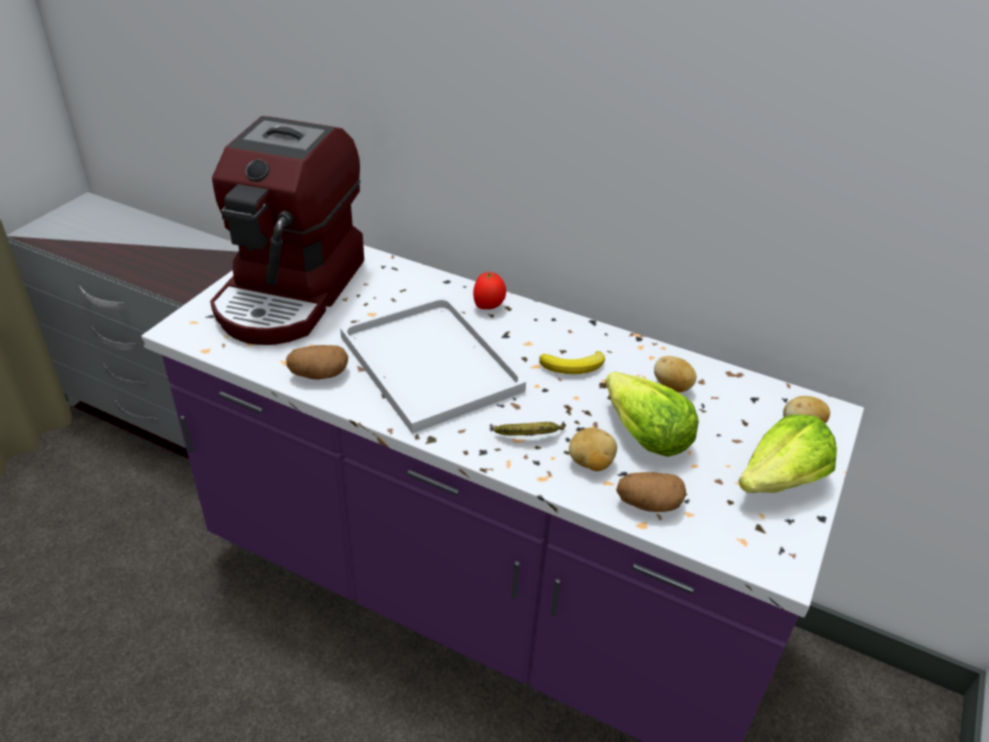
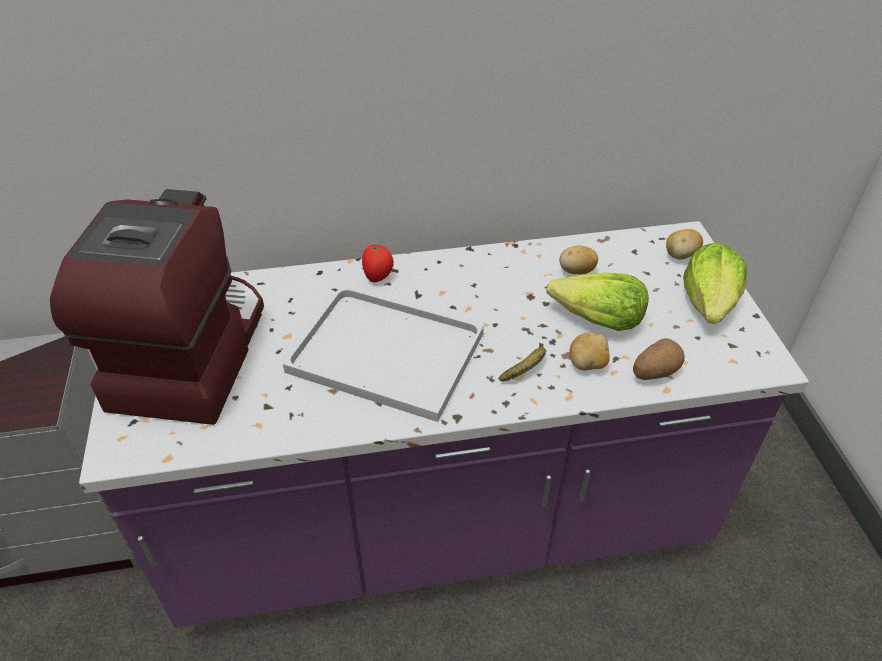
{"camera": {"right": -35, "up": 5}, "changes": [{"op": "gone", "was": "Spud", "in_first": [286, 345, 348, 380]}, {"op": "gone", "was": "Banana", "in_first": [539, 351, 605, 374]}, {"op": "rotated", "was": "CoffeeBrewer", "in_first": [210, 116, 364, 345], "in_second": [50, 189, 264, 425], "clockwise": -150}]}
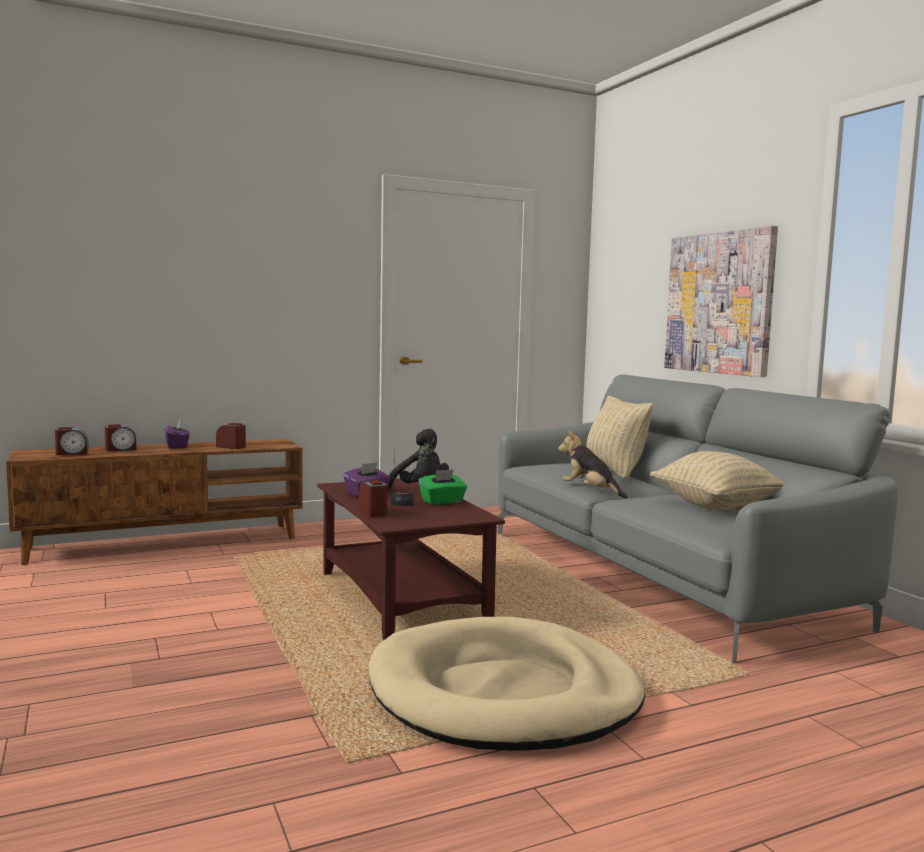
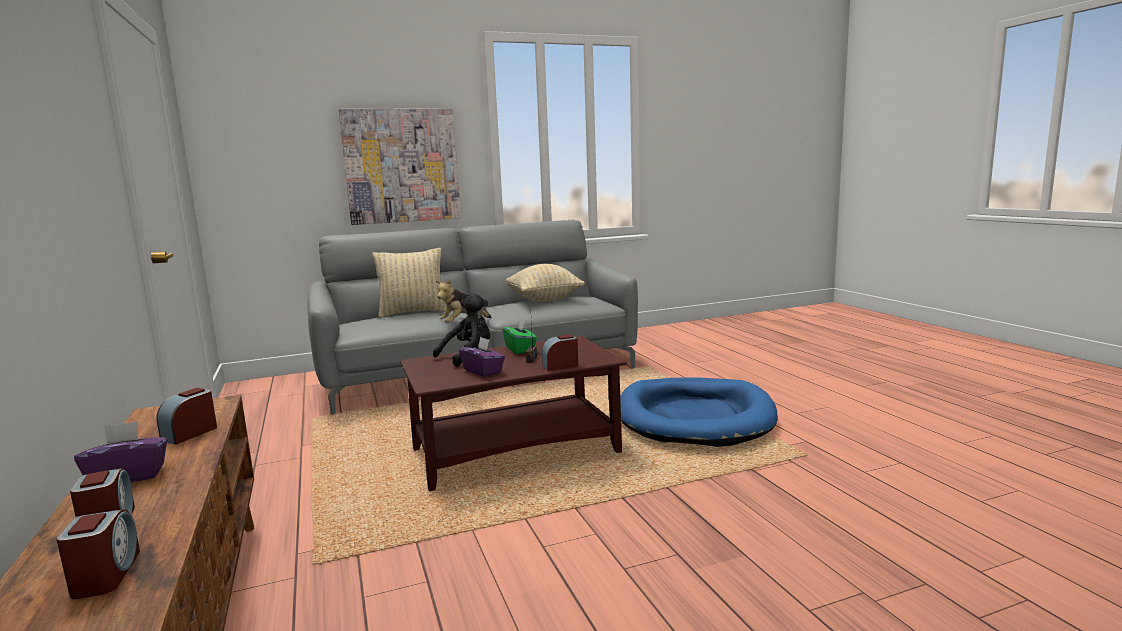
{"camera": {"right": -85, "up": 5}, "changes": [{"op": "repainted", "was": "BeigeColouredPetBed", "now": "BlueColouredPetBed", "in_first": [368, 616, 645, 751], "in_second": [620, 377, 778, 447]}]}
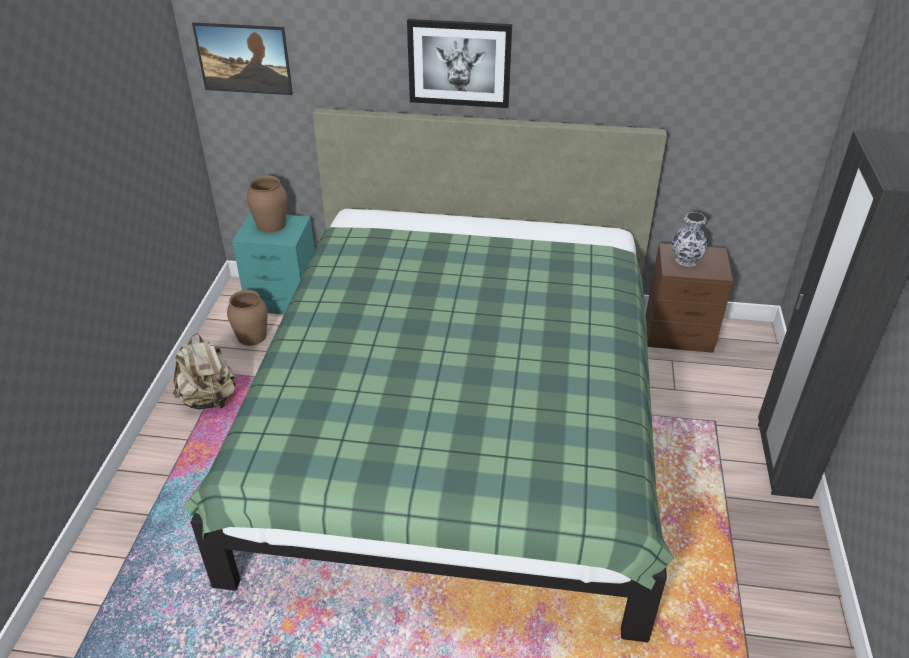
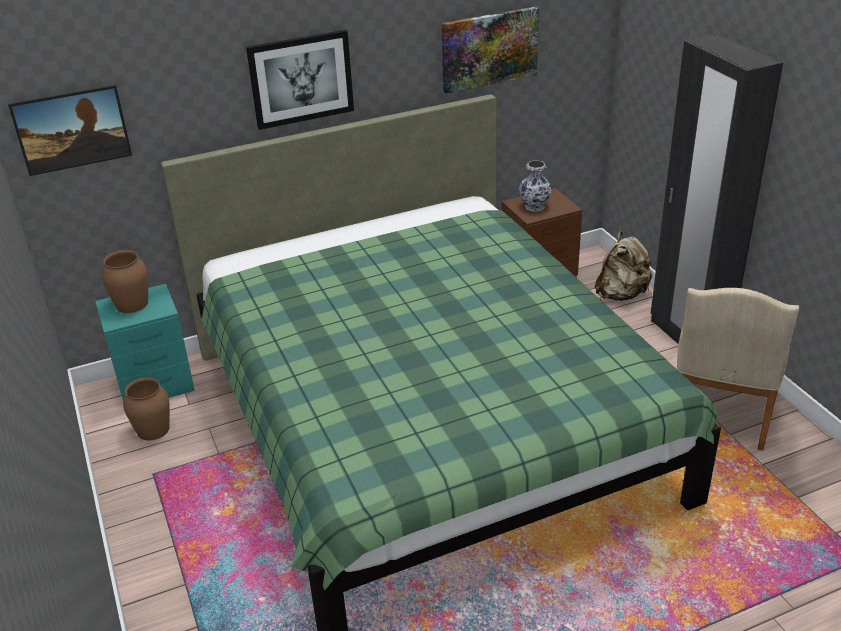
{"camera": {"right": -30, "up": -5}, "changes": [{"op": "new", "now": "WallArt", "in_second": [442, 7, 539, 94]}, {"op": "new", "now": "BeigeColouredEasyChair", "in_second": [677, 288, 799, 450]}, {"op": "shifted", "was": "BeigeColouredRucksack", "in_first": [173, 333, 236, 409], "in_second": [595, 231, 653, 301]}]}
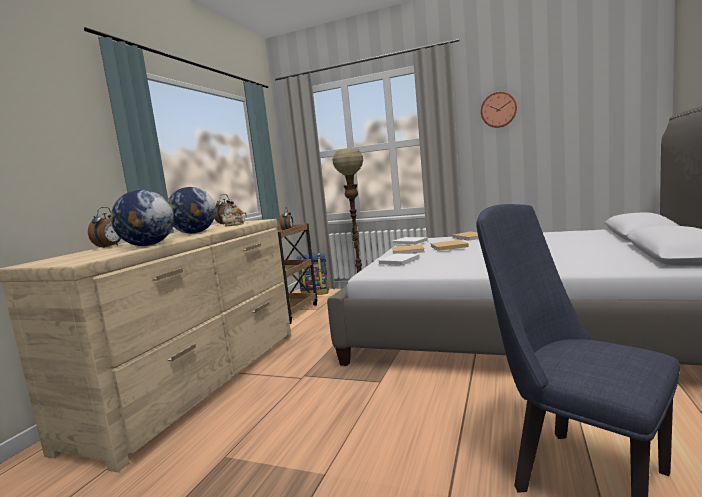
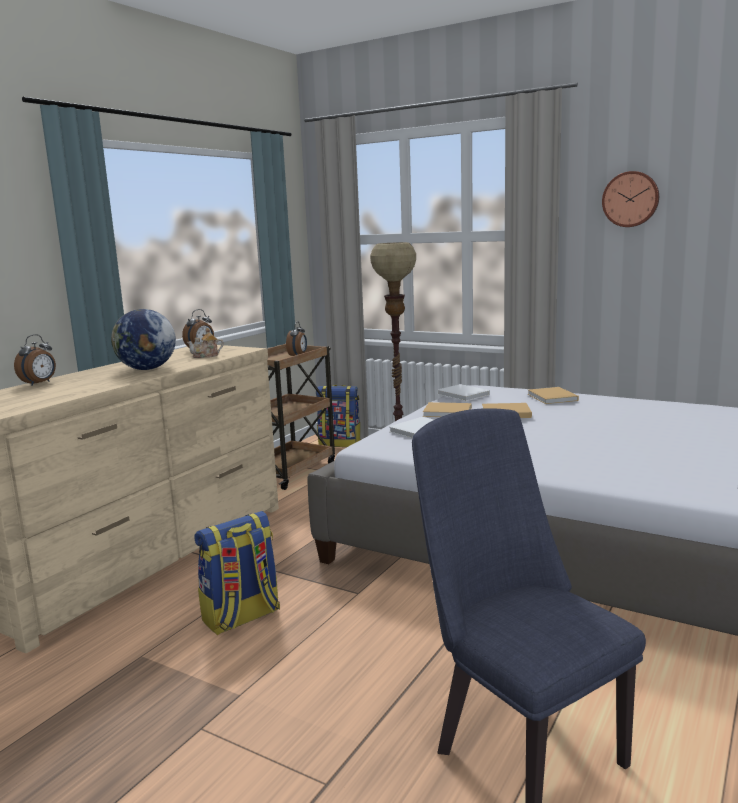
{"camera": {"right": 10, "up": 5}, "changes": [{"op": "gone", "was": "DeskGlobe", "in_first": [110, 190, 174, 246]}, {"op": "new", "now": "Rucksack", "in_second": [194, 511, 280, 635]}]}
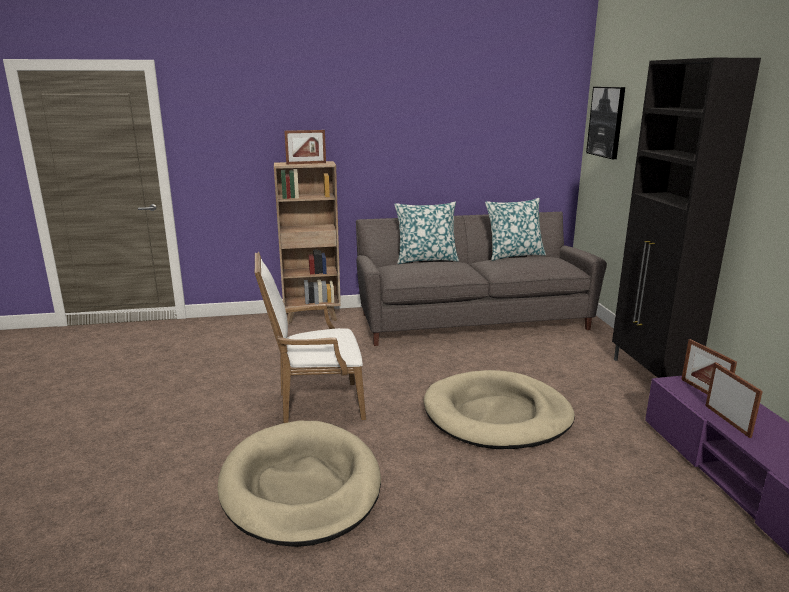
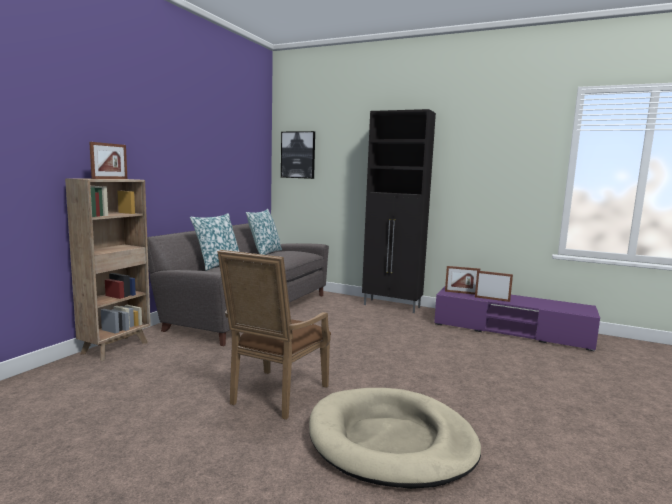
{"camera": {"right": -55, "up": -10}, "changes": [{"op": "gone", "was": "BeigeColouredPetBed", "in_first": [423, 370, 575, 449]}, {"op": "repainted", "was": "WhitishEasyChair", "now": "BrownColouredEasyChair", "in_first": [255, 252, 366, 423], "in_second": [217, 250, 331, 420]}]}
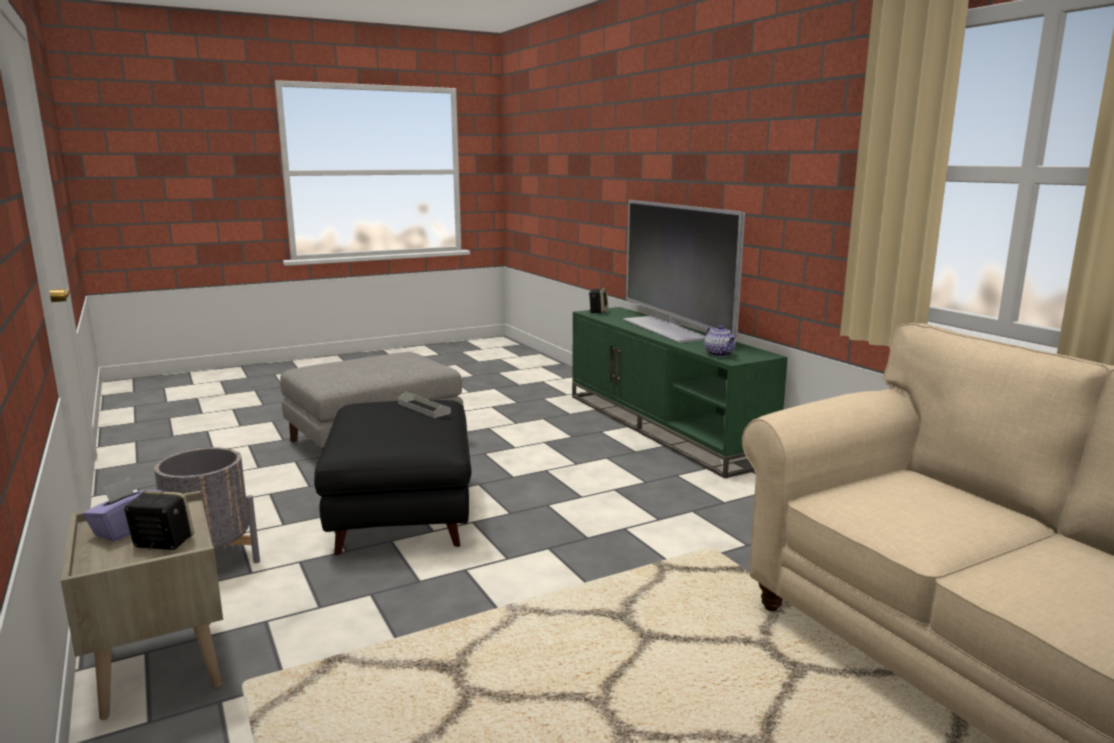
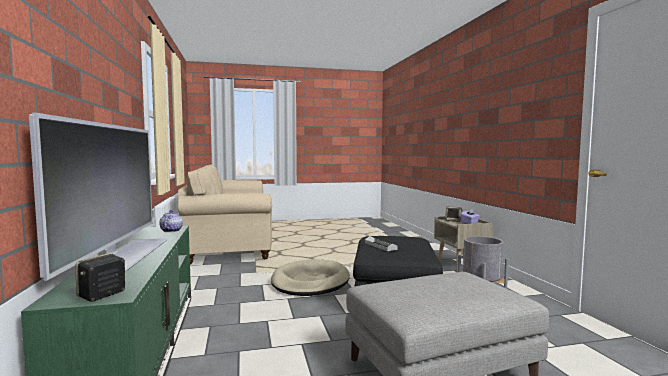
{"camera": {"right": -165, "up": -10}, "changes": [{"op": "new", "now": "BeigeColouredPetBed", "in_second": [271, 259, 350, 296]}]}
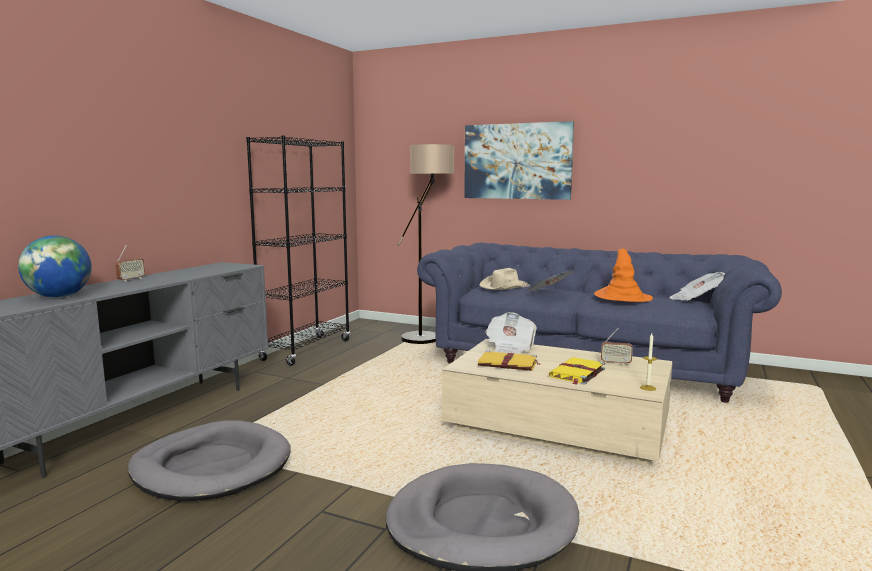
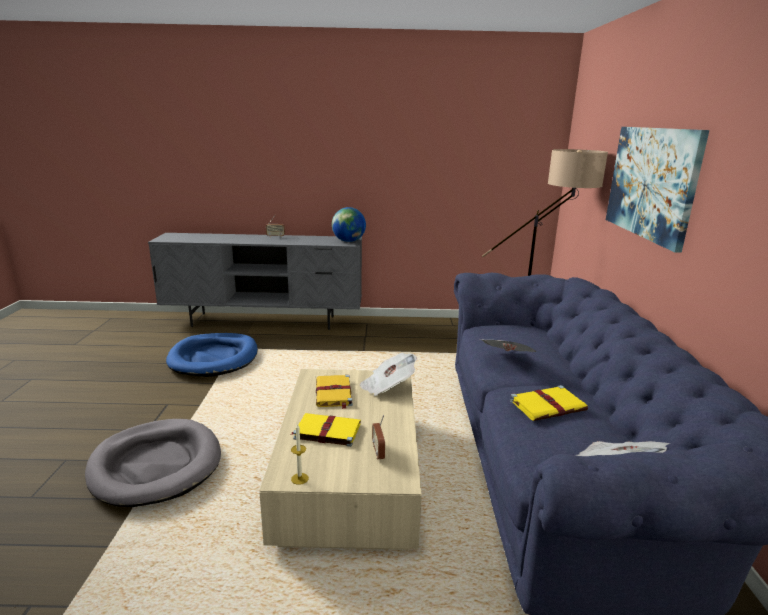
{"camera": {"right": 65, "up": 10}, "changes": [{"op": "gone", "was": "BlackishBookshelf", "in_first": [246, 136, 350, 366]}, {"op": "gone", "was": "BeigeColouredWearableHat", "in_first": [480, 268, 530, 290]}, {"op": "shifted", "was": "DeskGlobe", "in_first": [18, 236, 92, 298], "in_second": [332, 207, 366, 242]}, {"op": "swapped", "was": "OrangeColouredWearableHat", "now": "YellowishVolume", "in_first": [594, 248, 653, 302], "in_second": [510, 385, 588, 421]}, {"op": "repainted", "was": "GreyPetBed", "now": "BlueColouredPetBed", "in_first": [128, 421, 291, 501], "in_second": [166, 333, 258, 377]}]}
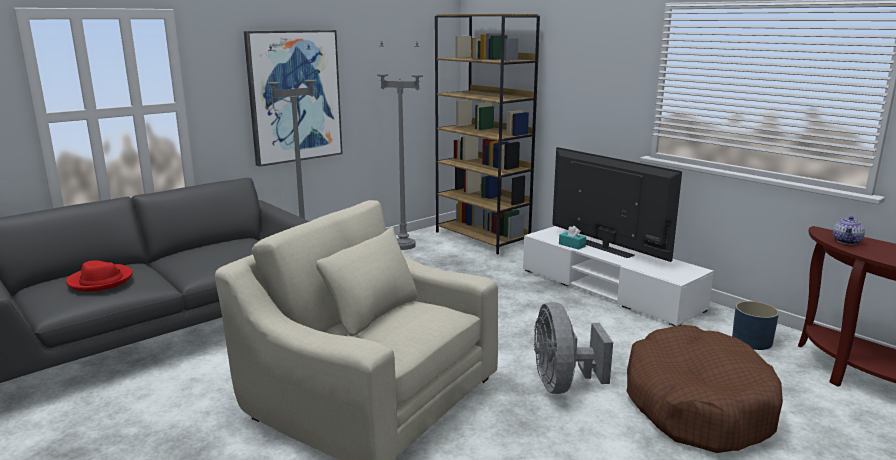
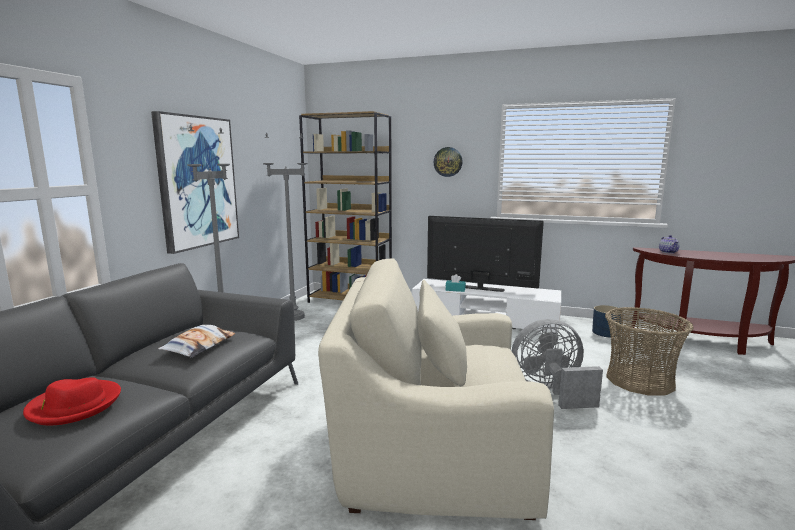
{"camera": {"right": -30, "up": -5}, "changes": [{"op": "new", "now": "ThrowPillow", "in_second": [158, 325, 236, 358]}, {"op": "new", "now": "WallClock", "in_second": [434, 147, 463, 177]}, {"op": "swapped", "was": "BrownColouredPetBed", "now": "StorageBasket", "in_first": [627, 325, 783, 453], "in_second": [605, 307, 694, 396]}, {"op": "rotated", "was": "GreyElectricFan", "in_first": [534, 302, 613, 394], "in_second": [512, 319, 603, 409], "clockwise": 120}]}
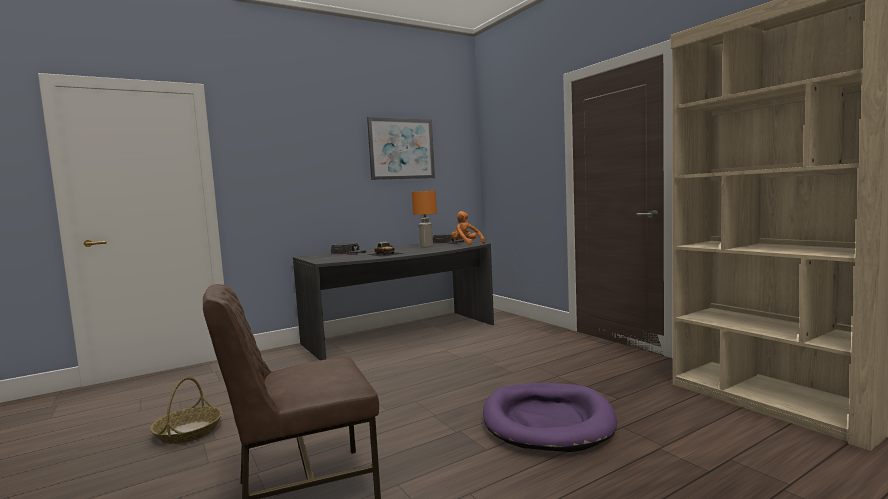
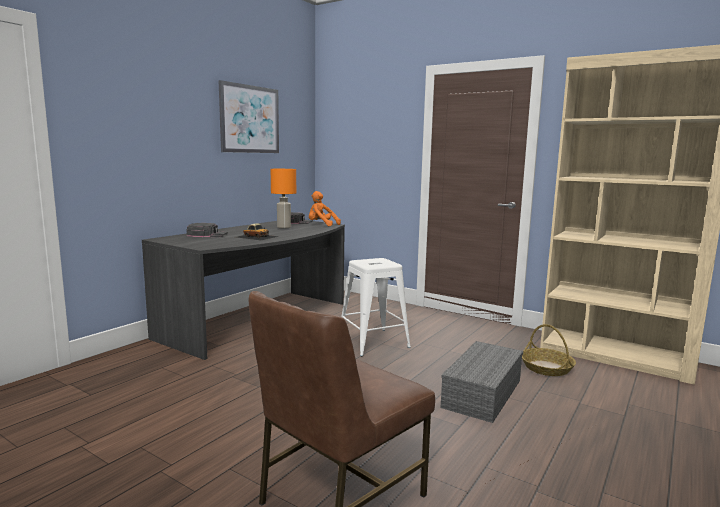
{"camera": {"right": -25, "up": 5}, "changes": [{"op": "new", "now": "WhitishSittingStool", "in_second": [341, 258, 411, 356]}, {"op": "shifted", "was": "StorageBasket", "in_first": [150, 377, 222, 444], "in_second": [522, 324, 576, 376]}, {"op": "swapped", "was": "PurplishPetBed", "now": "GreyStorageBox", "in_first": [483, 383, 617, 452], "in_second": [441, 341, 523, 423]}]}
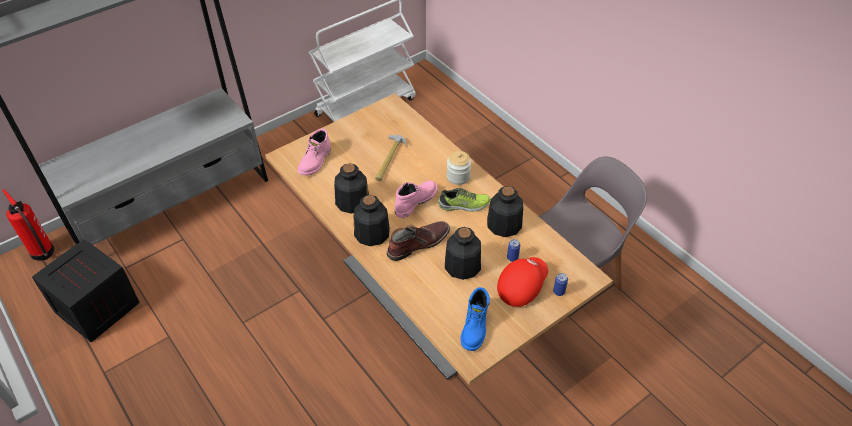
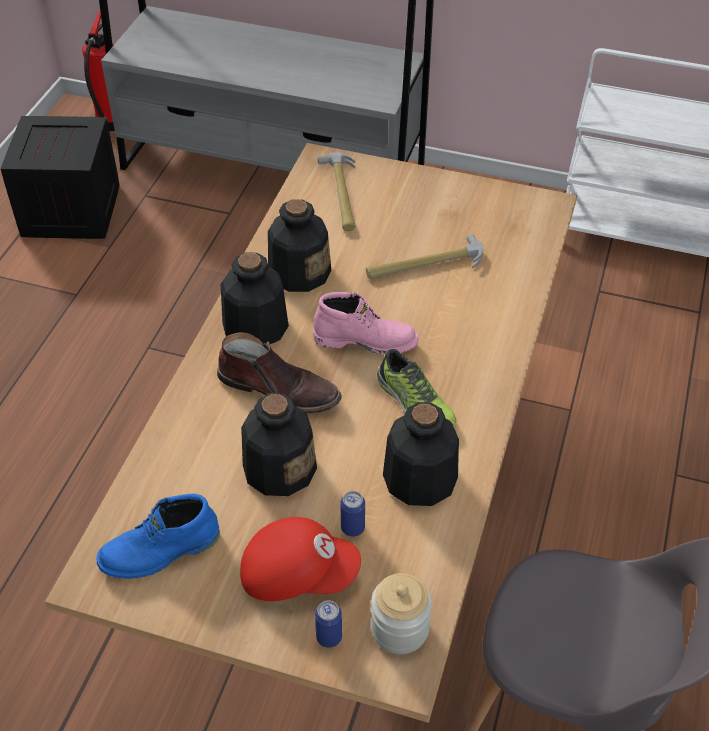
{"camera": {"right": 55, "up": 0}, "changes": [{"op": "shifted", "was": "StorageJar", "in_first": [447, 151, 471, 185], "in_second": [371, 573, 432, 654]}, {"op": "swapped", "was": "PinkColouredHighTopBoot", "now": "Hammer", "in_first": [297, 128, 331, 176], "in_second": [317, 152, 356, 231]}]}
